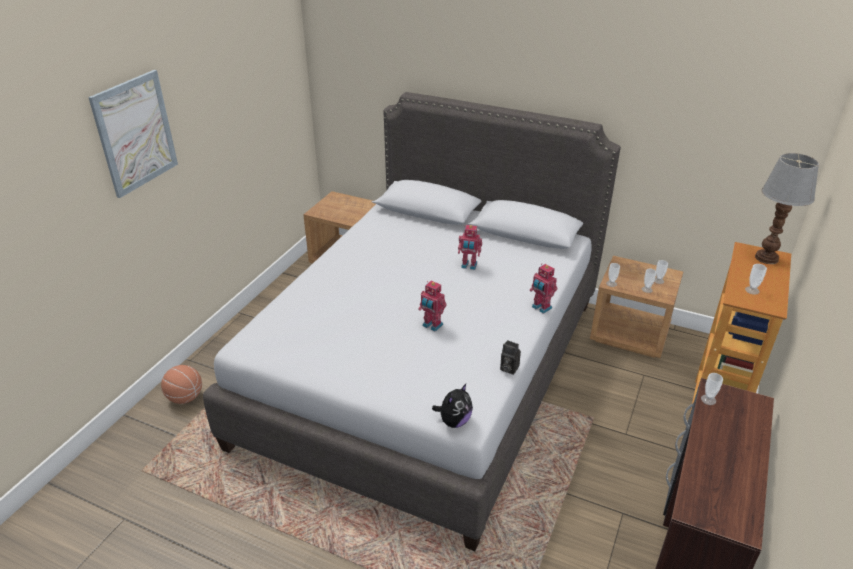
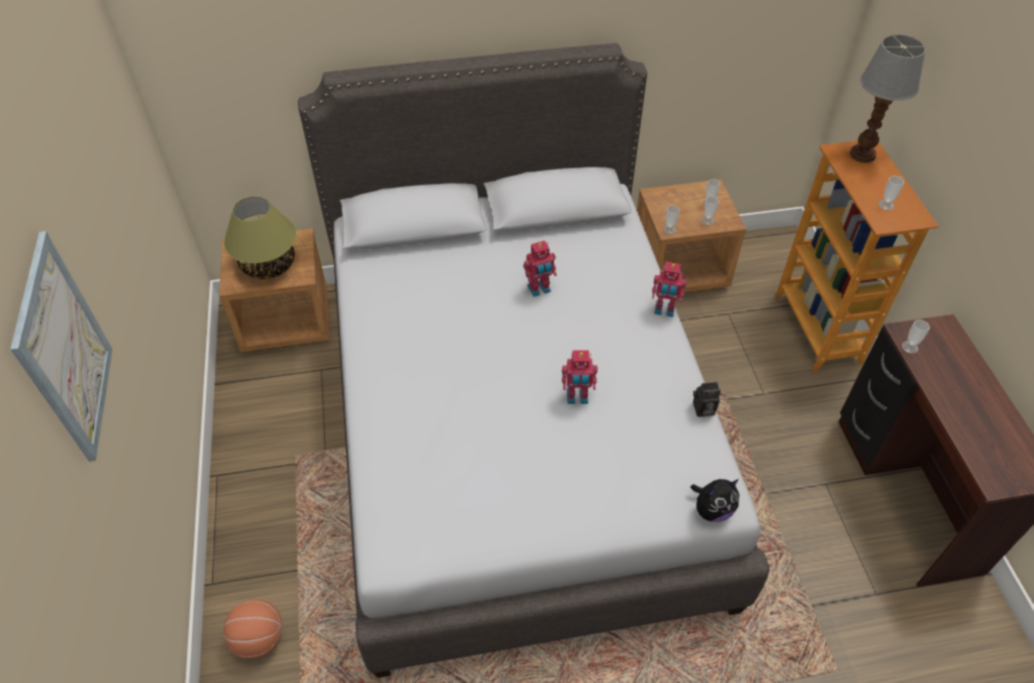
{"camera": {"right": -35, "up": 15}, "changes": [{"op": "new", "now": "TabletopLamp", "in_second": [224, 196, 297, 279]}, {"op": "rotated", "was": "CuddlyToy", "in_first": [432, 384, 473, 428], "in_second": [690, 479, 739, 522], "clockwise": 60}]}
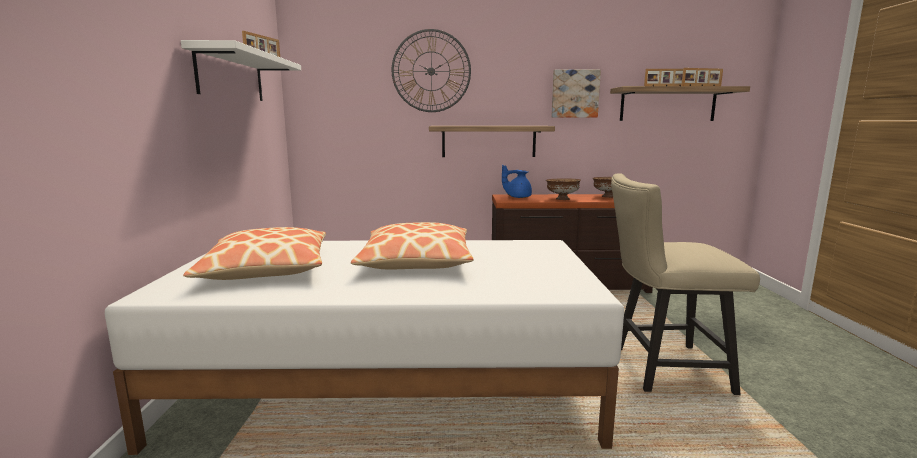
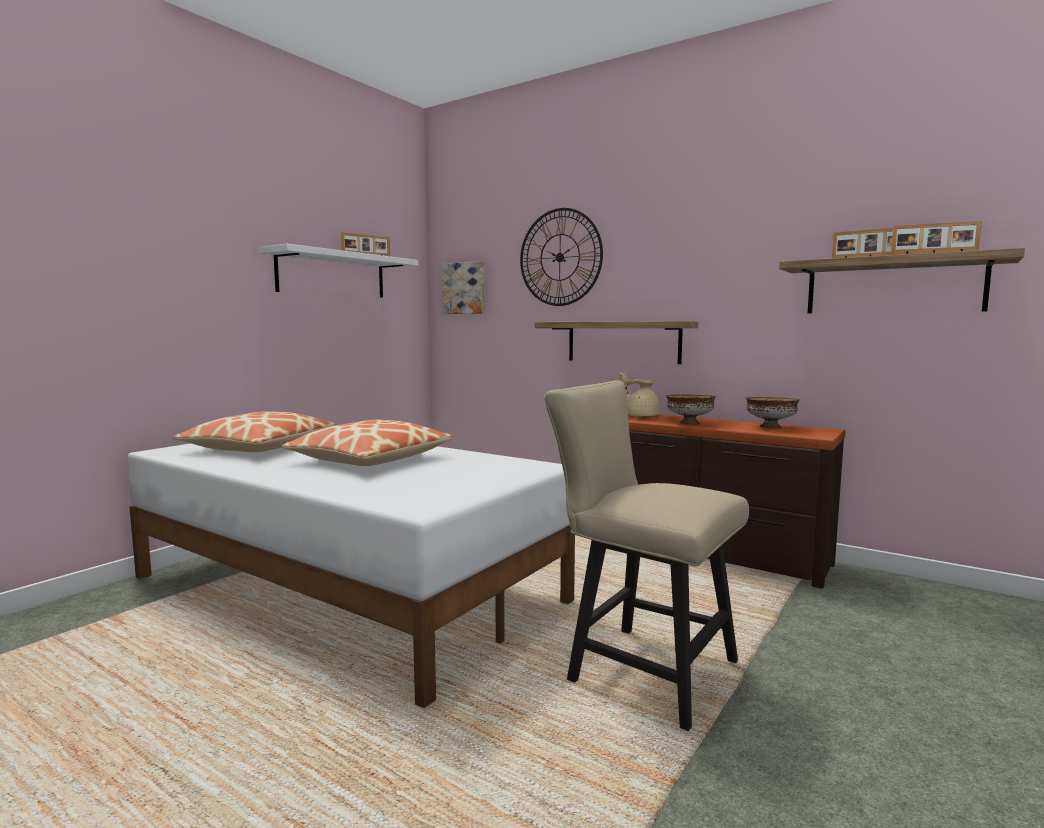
{"camera": {"right": 35, "up": -5}, "changes": [{"op": "shifted", "was": "WallArt", "in_first": [551, 70, 601, 118], "in_second": [442, 261, 485, 314]}, {"op": "repainted", "was": "BlueColouredPotForTea", "now": "BeigeColouredPotForTea", "in_first": [502, 165, 532, 198], "in_second": [620, 372, 660, 417]}]}
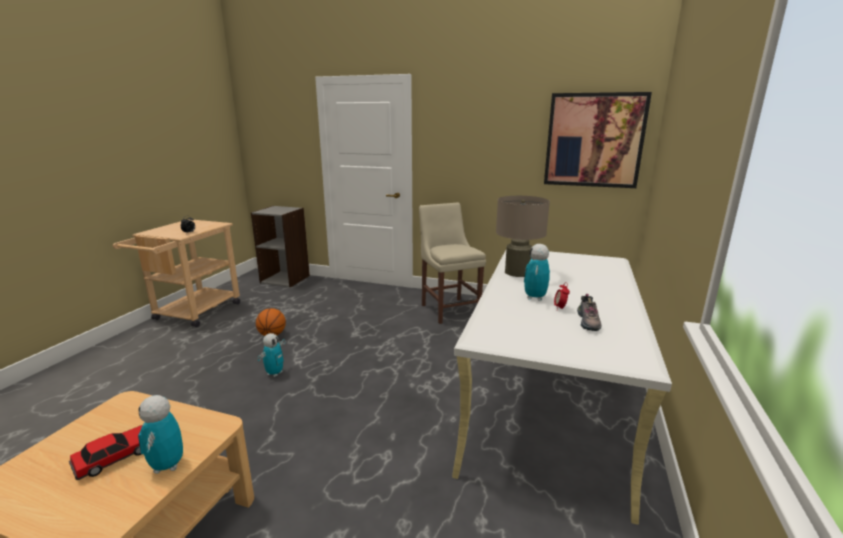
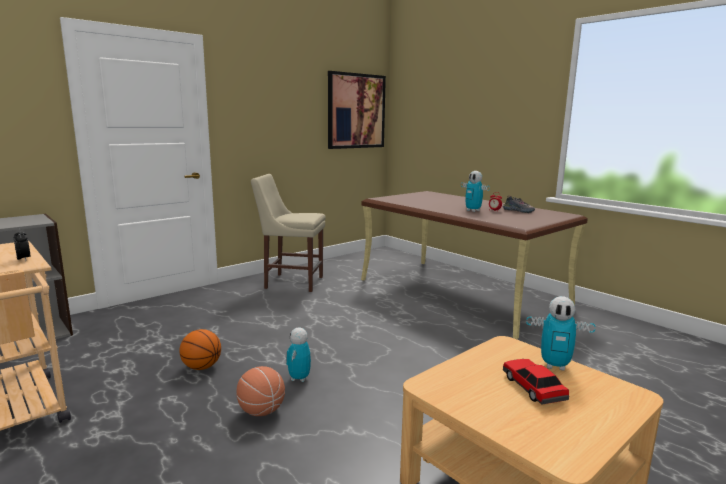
{"camera": {"right": -60, "up": -5}, "changes": [{"op": "gone", "was": "BeigeColouredTabletopLamp", "in_first": [496, 196, 550, 277]}, {"op": "new", "now": "BallForBasketball", "in_second": [236, 366, 285, 416]}, {"op": "repainted", "was": "WhitishDesk", "now": "BrownColouredDesk", "in_first": [452, 250, 672, 525], "in_second": [361, 191, 588, 339]}, {"op": "rotated", "was": "RobotFigure", "in_first": [258, 333, 285, 377], "in_second": [286, 327, 311, 382], "clockwise": -135}]}
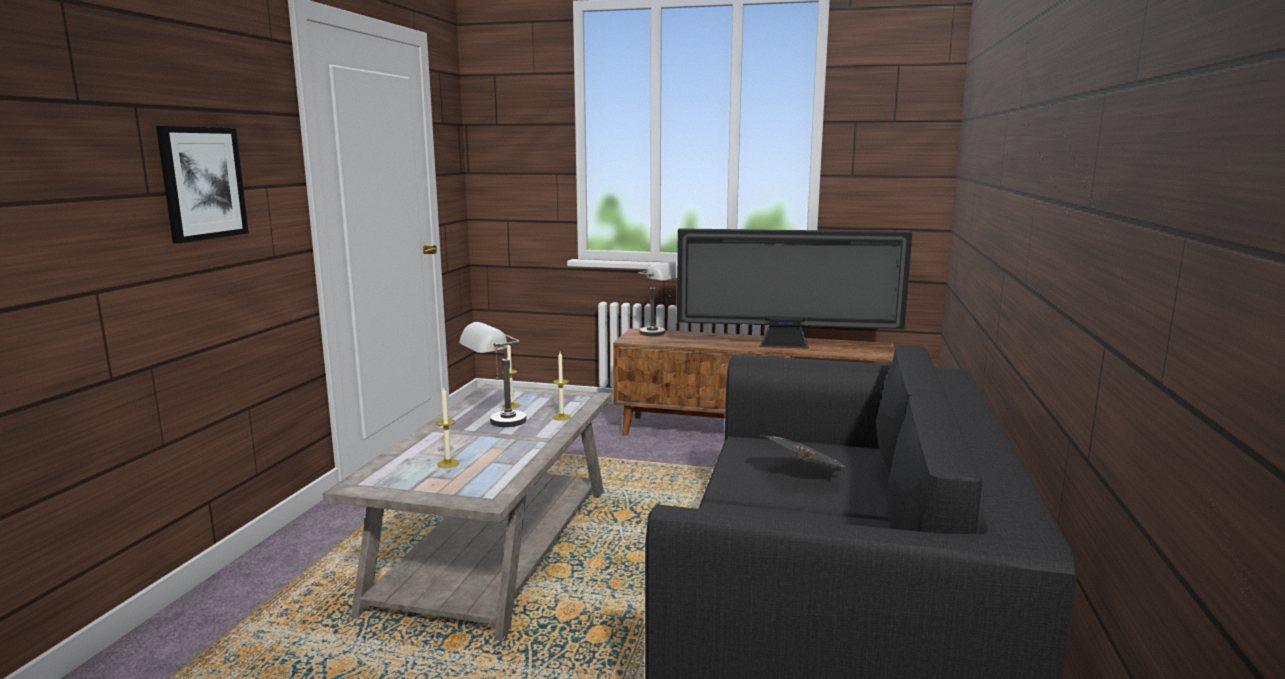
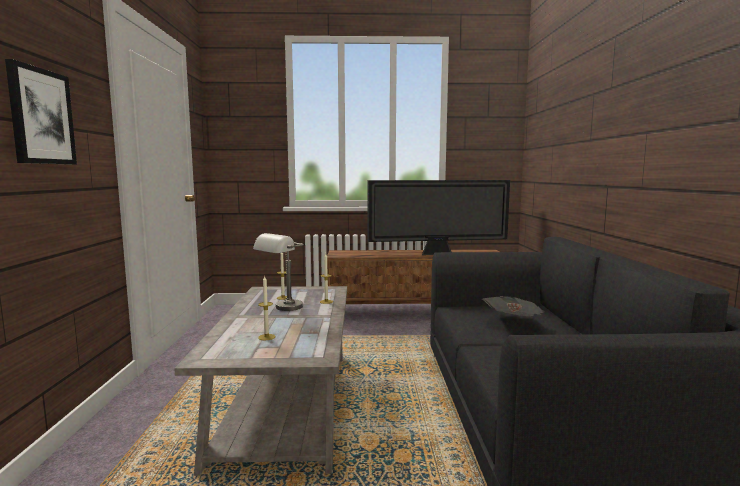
{"camera": {"right": -15, "up": -5}, "changes": [{"op": "gone", "was": "GreyTabletopLamp", "in_first": [638, 261, 677, 336]}]}
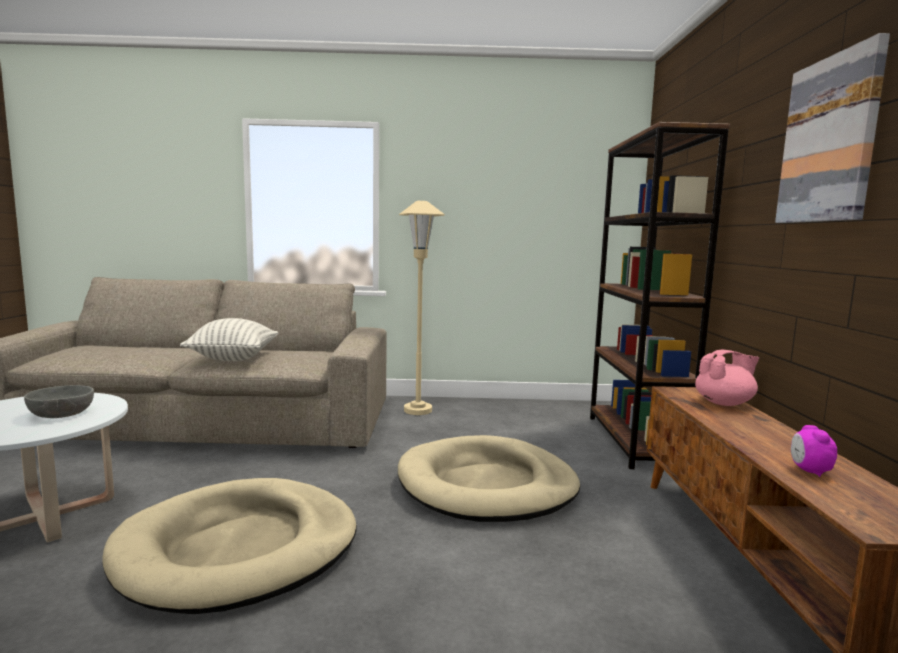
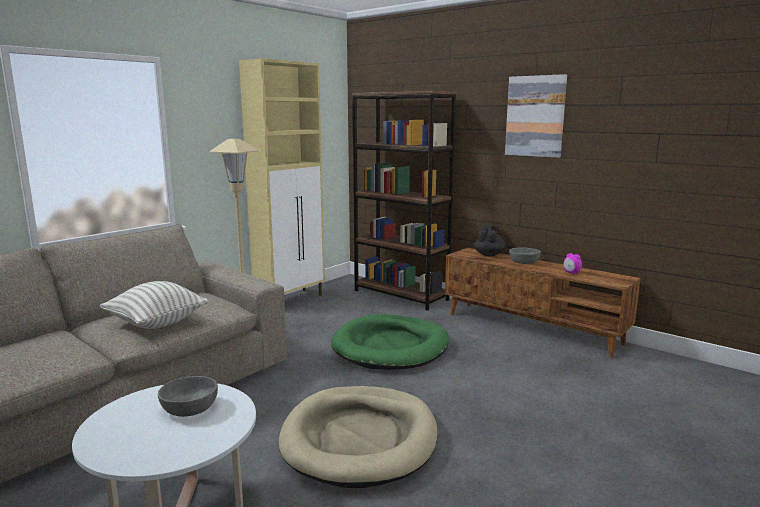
{"camera": {"right": -50, "up": 5}, "changes": [{"op": "new", "now": "BeigeColouredCupboard", "in_second": [239, 58, 325, 296]}, {"op": "new", "now": "GreyDeepDish", "in_second": [509, 247, 541, 264]}, {"op": "repainted", "was": "BeigeColouredPetBed", "now": "GreenColouredPetBed", "in_first": [398, 435, 580, 522], "in_second": [331, 314, 449, 370]}, {"op": "repainted", "was": "PinkColouredPotForTea", "now": "BlackishPotForTea", "in_first": [695, 350, 759, 406], "in_second": [474, 226, 506, 256]}]}
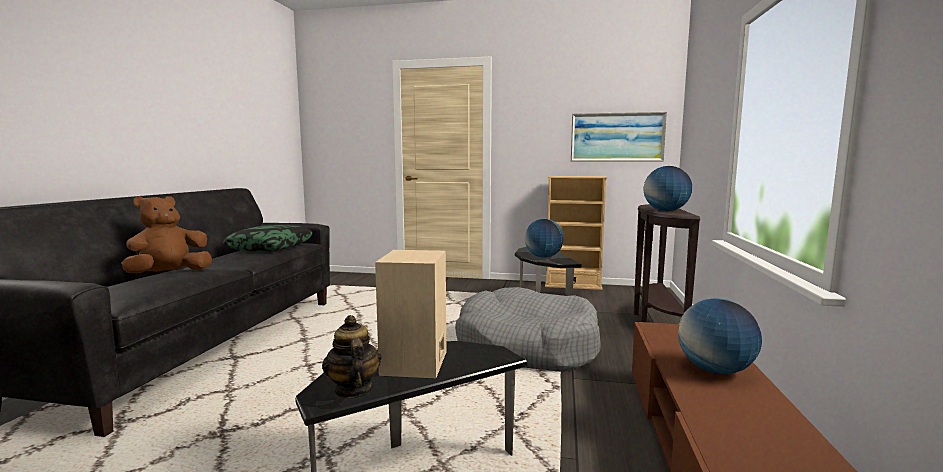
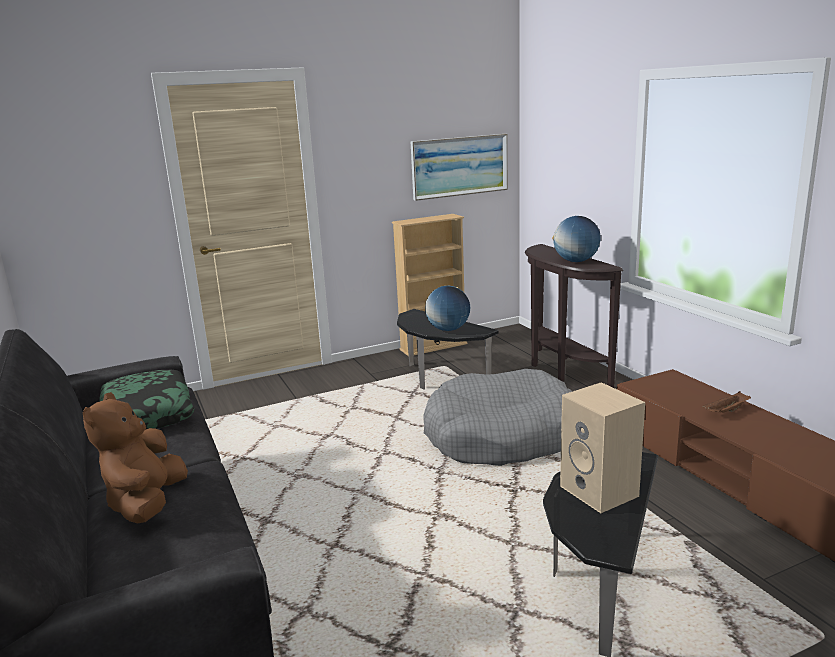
{"camera": {"right": -35, "up": 10}, "changes": [{"op": "gone", "was": "PotForTea", "in_first": [322, 315, 382, 398]}, {"op": "swapped", "was": "DeskGlobe", "now": "BrownColouredTray", "in_first": [678, 298, 762, 374], "in_second": [703, 391, 751, 413]}]}
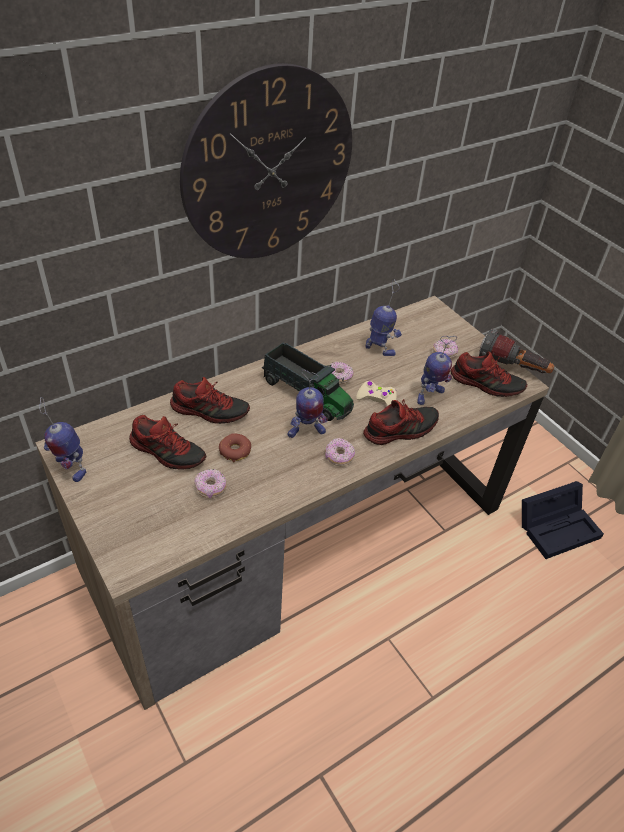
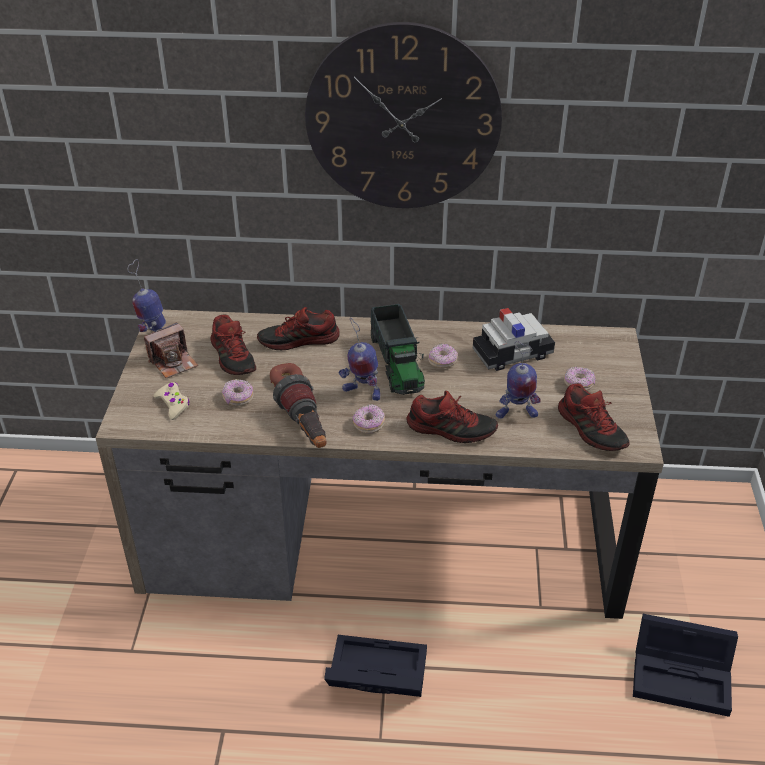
{"camera": {"right": 40, "up": -5}, "changes": [{"op": "new", "now": "PhotoCamera", "in_second": [144, 322, 198, 378]}, {"op": "new", "now": "BlackishStorageBox", "in_second": [324, 635, 427, 697]}, {"op": "shifted", "was": "BeigeColouredGamepad", "in_first": [356, 381, 396, 406], "in_second": [154, 382, 189, 420]}, {"op": "shifted", "was": "Flashlight", "in_first": [479, 329, 554, 373], "in_second": [273, 374, 326, 448]}, {"op": "swapped", "was": "RobotFigure", "now": "MiniatureCar", "in_first": [366, 280, 402, 356], "in_second": [473, 308, 555, 371]}, {"op": "rotated", "was": "LowShoe", "in_first": [170, 377, 250, 424], "in_second": [257, 307, 340, 351], "clockwise": 120}]}
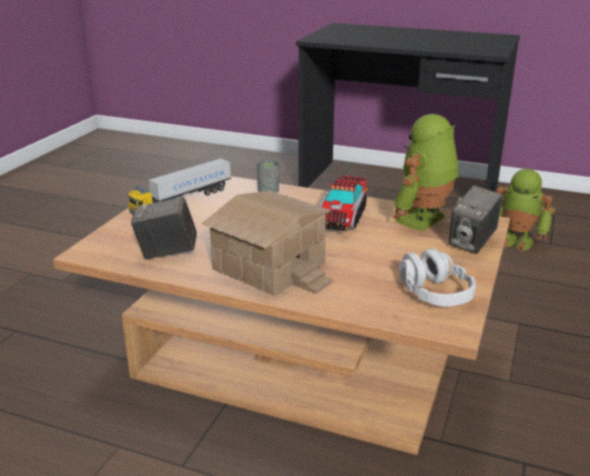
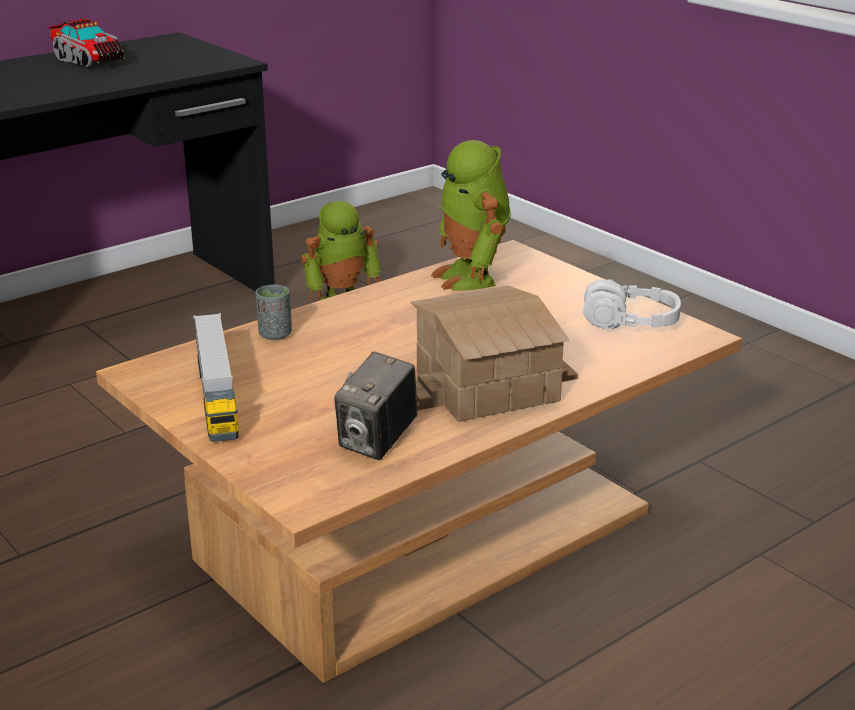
{"camera": {"right": -60, "up": 0}, "changes": [{"op": "gone", "was": "PhotoCamera", "in_first": [449, 185, 502, 254]}, {"op": "shifted", "was": "ToyTruck", "in_first": [318, 176, 367, 231], "in_second": [49, 19, 125, 67]}]}
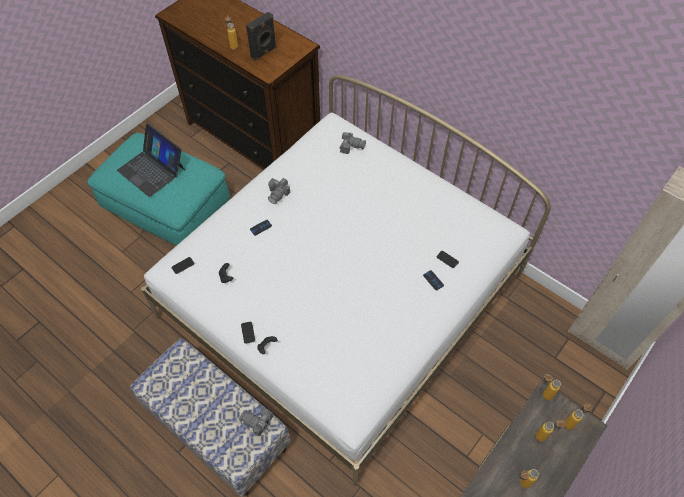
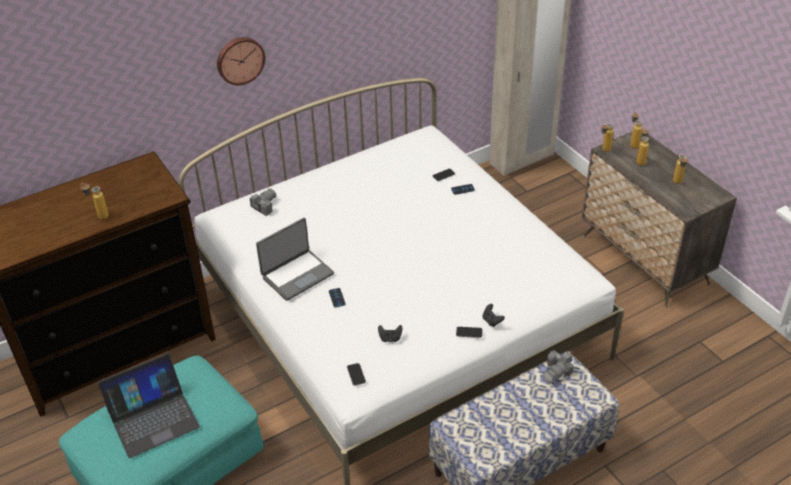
{"camera": {"right": -70, "up": -15}, "changes": [{"op": "gone", "was": "BlackishSpeaker", "in_first": [246, 12, 277, 61]}, {"op": "new", "now": "WallClock", "in_second": [217, 37, 265, 85]}, {"op": "swapped", "was": "PhotoCamera", "now": "Laptop", "in_first": [268, 178, 290, 204], "in_second": [256, 218, 334, 301]}]}
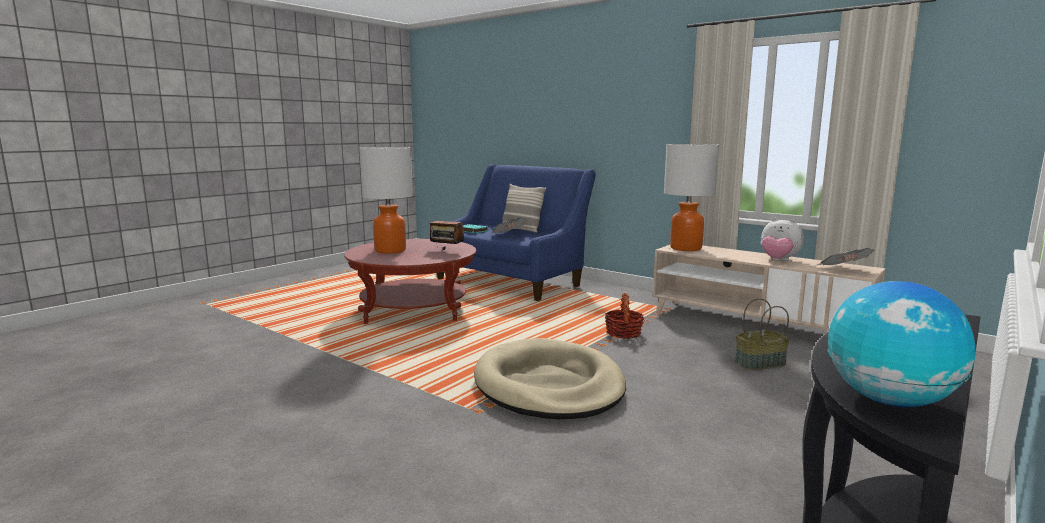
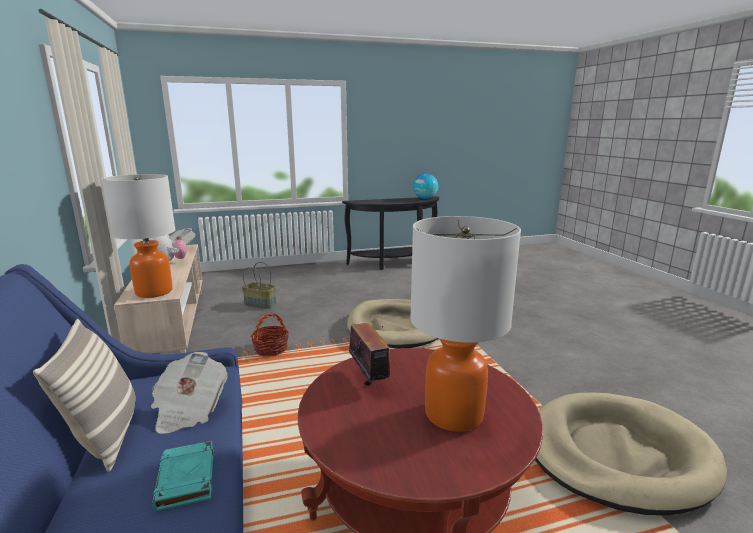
{"camera": {"right": -145, "up": 5}, "changes": [{"op": "new", "now": "BeigeColouredPetBed", "in_second": [535, 393, 727, 515]}]}
